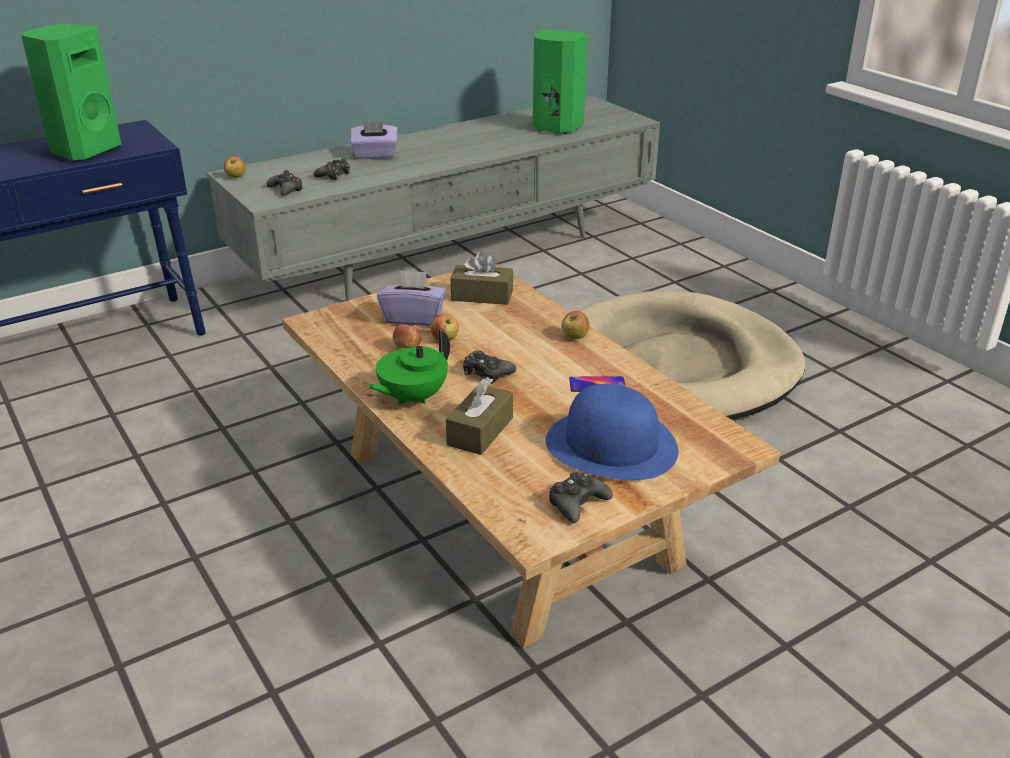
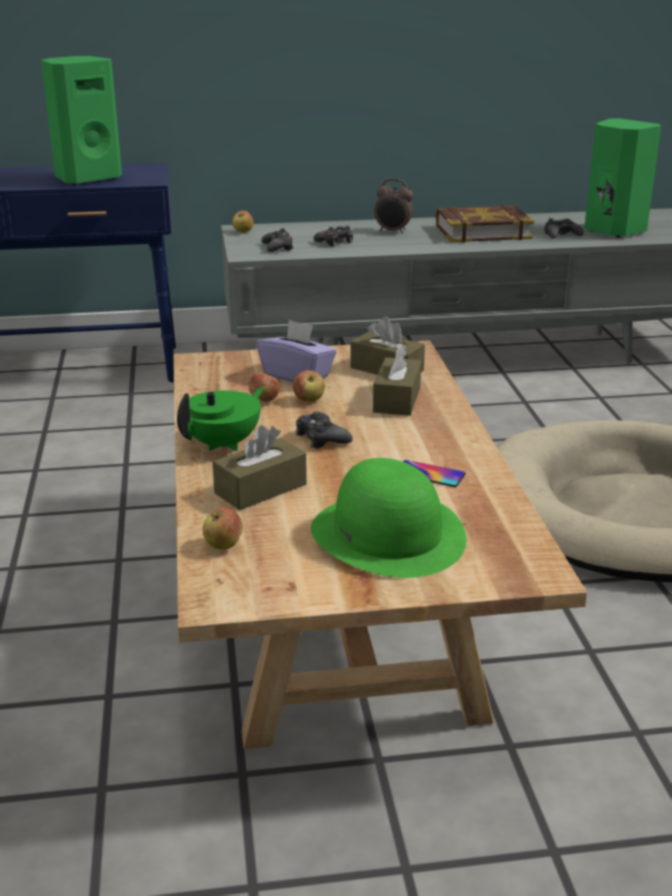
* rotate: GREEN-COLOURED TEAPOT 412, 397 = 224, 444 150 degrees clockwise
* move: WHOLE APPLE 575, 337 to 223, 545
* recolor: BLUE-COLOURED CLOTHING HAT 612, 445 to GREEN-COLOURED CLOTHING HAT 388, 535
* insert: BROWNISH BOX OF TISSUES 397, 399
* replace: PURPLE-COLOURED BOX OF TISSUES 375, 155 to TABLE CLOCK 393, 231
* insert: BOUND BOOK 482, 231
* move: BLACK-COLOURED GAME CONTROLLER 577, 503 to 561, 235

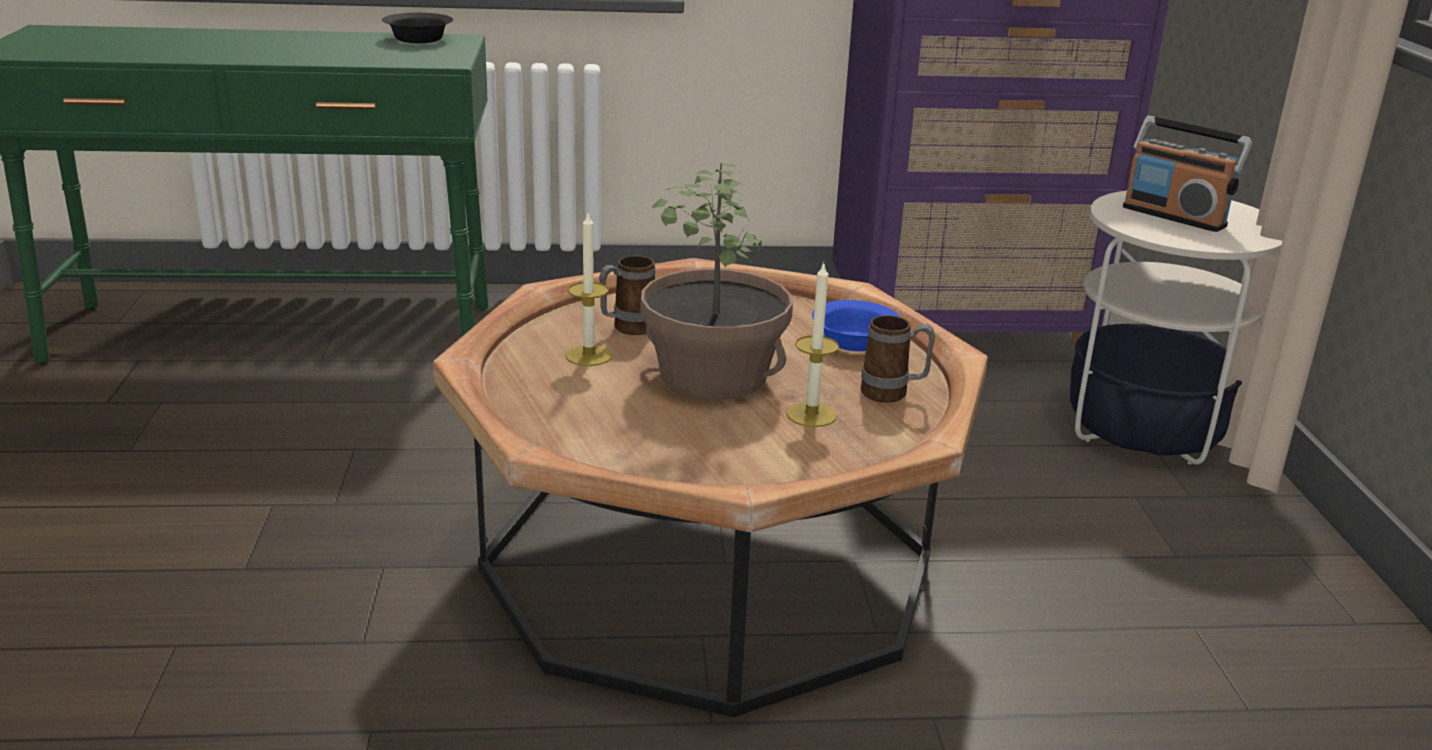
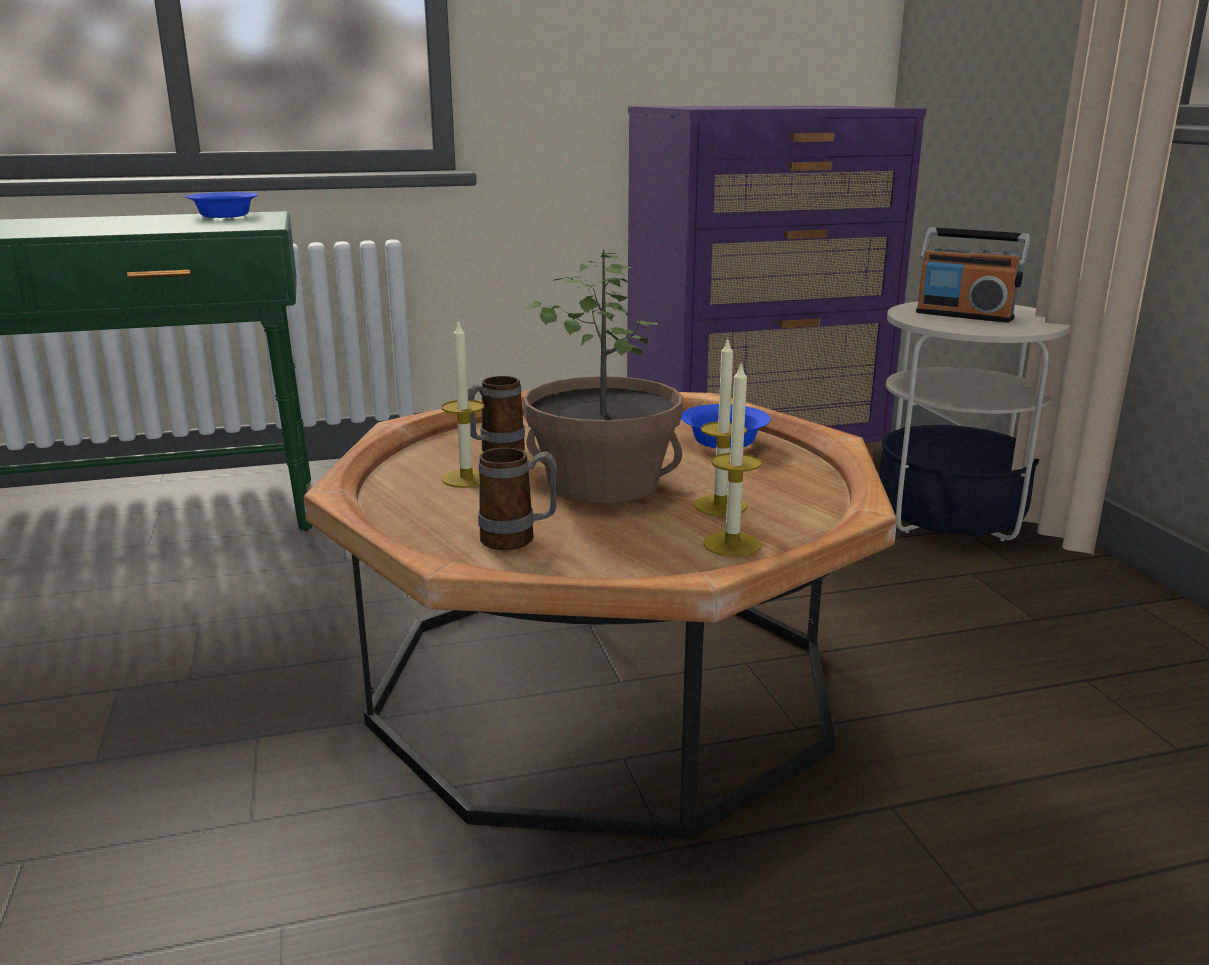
* recolor: BLACK-COLOURED DEEP DISH 420, 39 to BLUE-COLOURED DEEP DISH 226, 215
* move: TEA MUG 893, 394 to 518, 540
* insert: CANDLE 732, 544

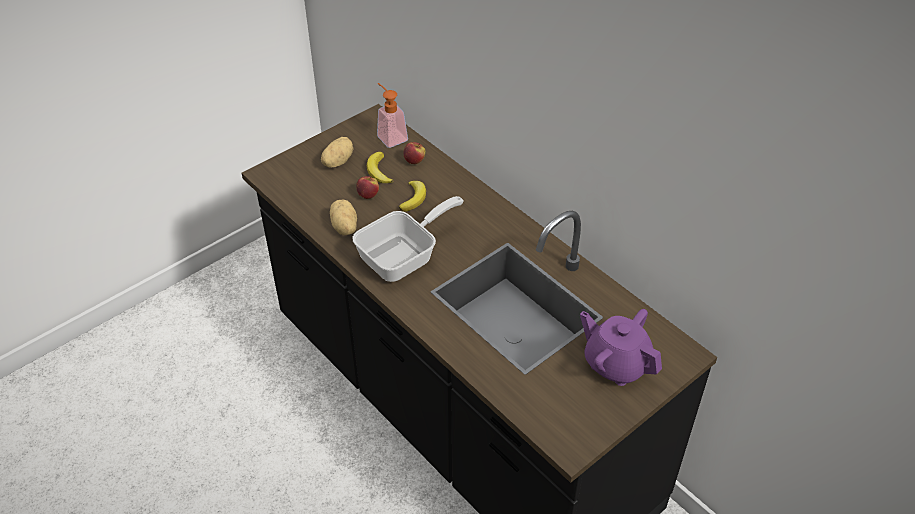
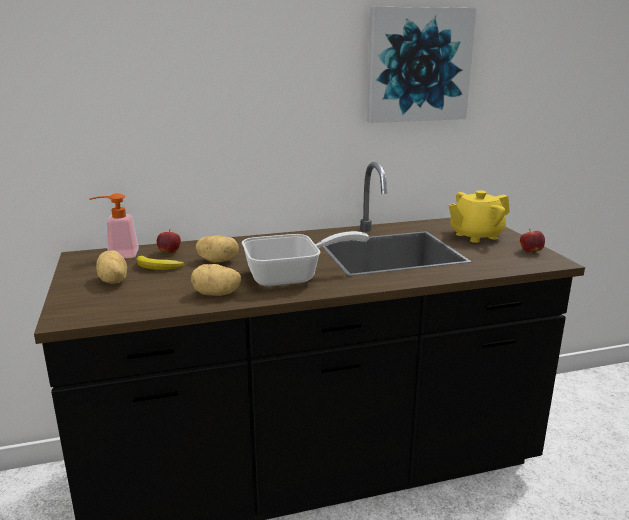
* replace: BANANA 413, 198 to SPUD 218, 260
* rotate: PAN 404, 257 = 292, 277 90 degrees clockwise
* insert: PICTURE 418, 65
* recolor: PURPLE-COLOURED TEAPOT 616, 364 to YELLOWISH TEAPOT 475, 236
* move: WHOLE APPLE 368, 195 to 530, 251

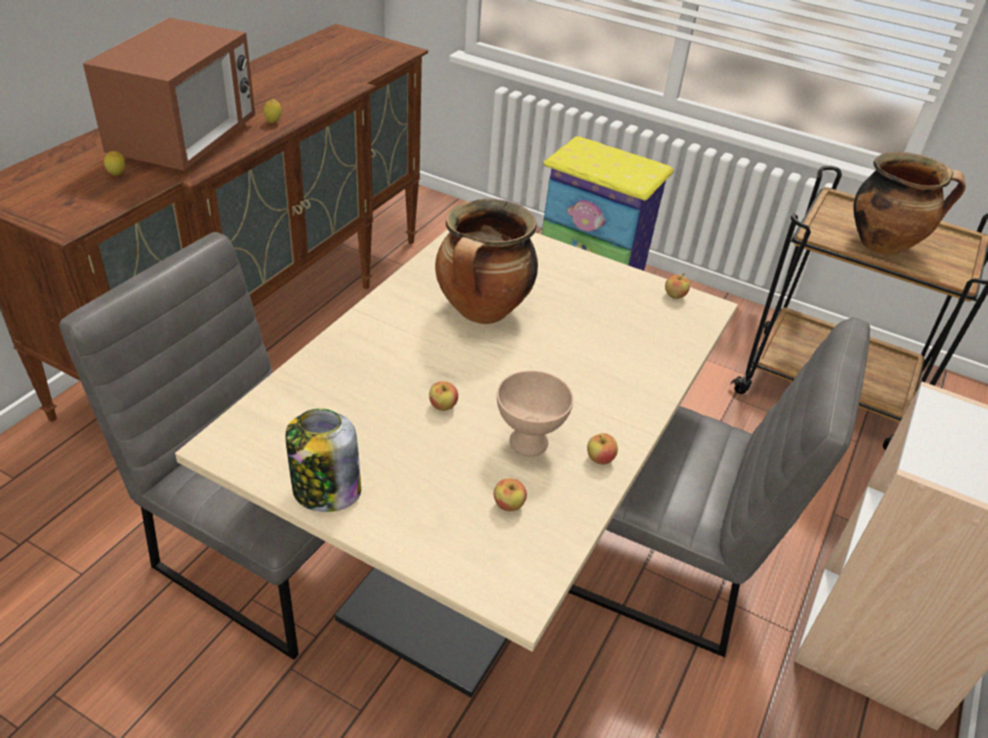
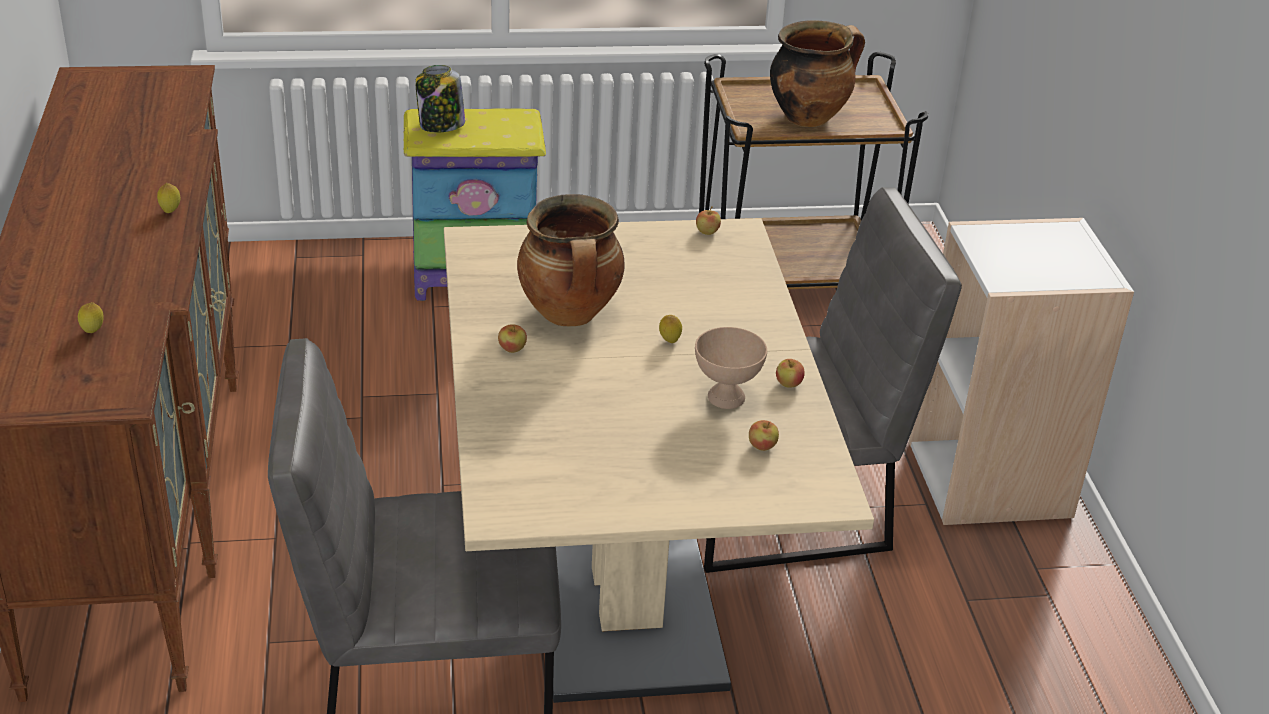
* move: PRESERVE JAR 325, 490 to 441, 125
* move: WHOLE APPLE 443, 406 to 512, 349
* insert: CITRUS FRUIT 669, 341
* delete: MICROWAVE OVEN 185, 141

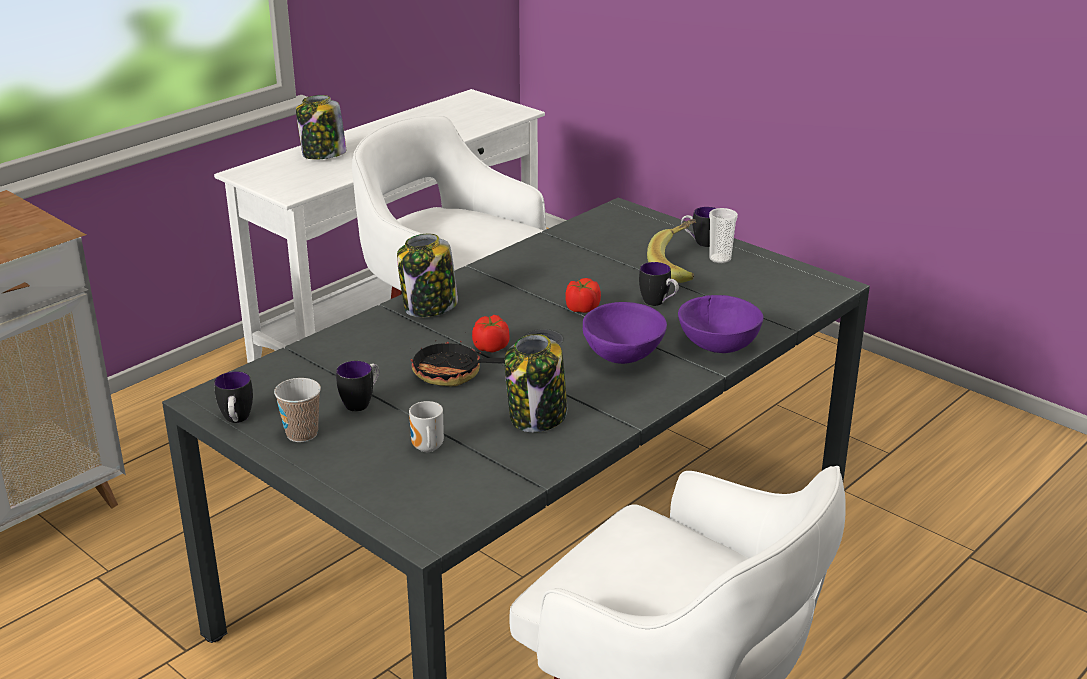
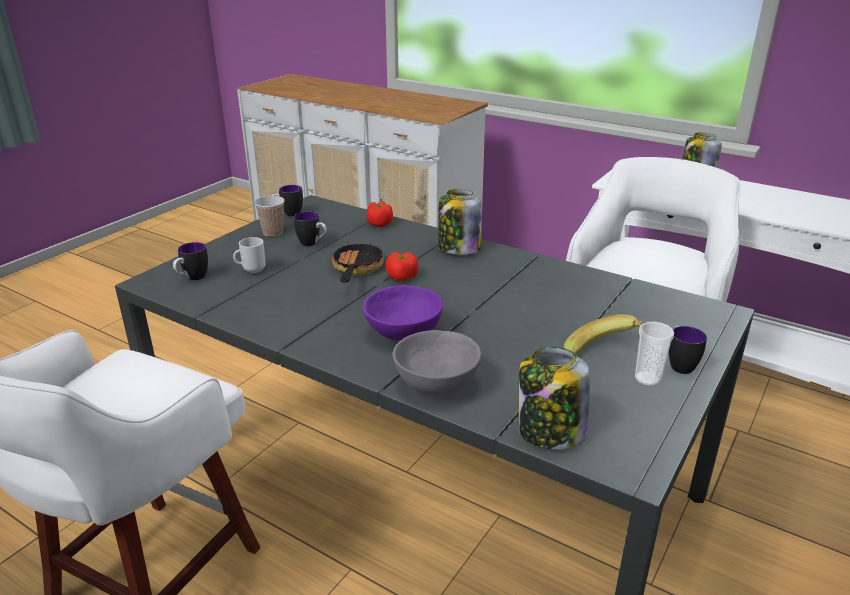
* move: TEA MUG 658, 303 to 192, 278
* move: FRESH TOMATO 582, 308 to 379, 224
* recolor: PURPLE-COLOURED DEEP DISH 717, 348 to GREYISH DEEP DISH 435, 385
* move: PRESERVE JAR 537, 417 to 550, 433

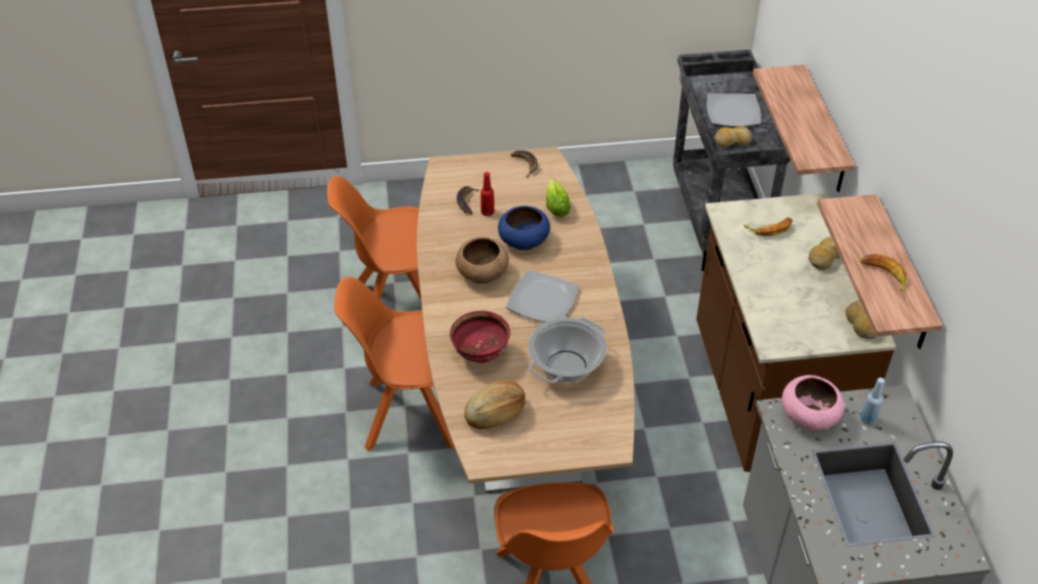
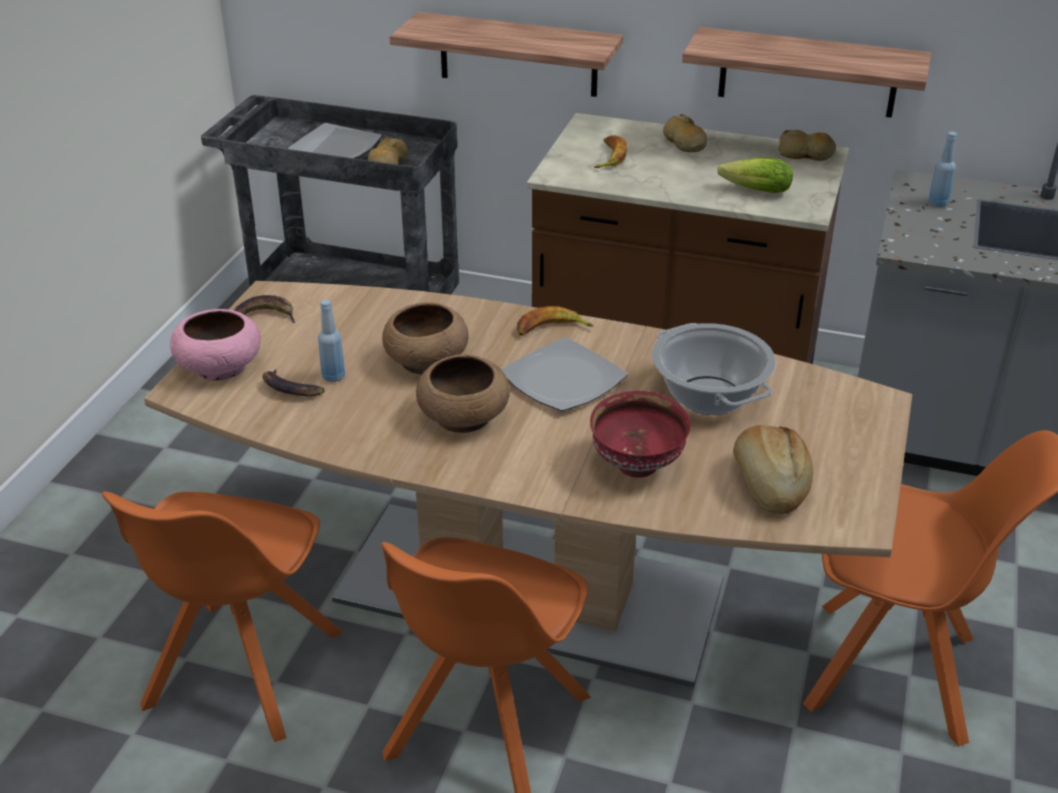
* move: PINK DEEP DISH 809, 415 to 219, 367
* recolor: REDDISH DRINK BOTTLE 487, 212 to BLUE-COLOURED DRINK BOTTLE 333, 377
* recolor: BLUE-COLOURED DEEP DISH 523, 240 to BROWNISH DEEP DISH 426, 362
* move: BANANA 884, 275 to 551, 329
* move: LETTUCE 556, 205 to 752, 190

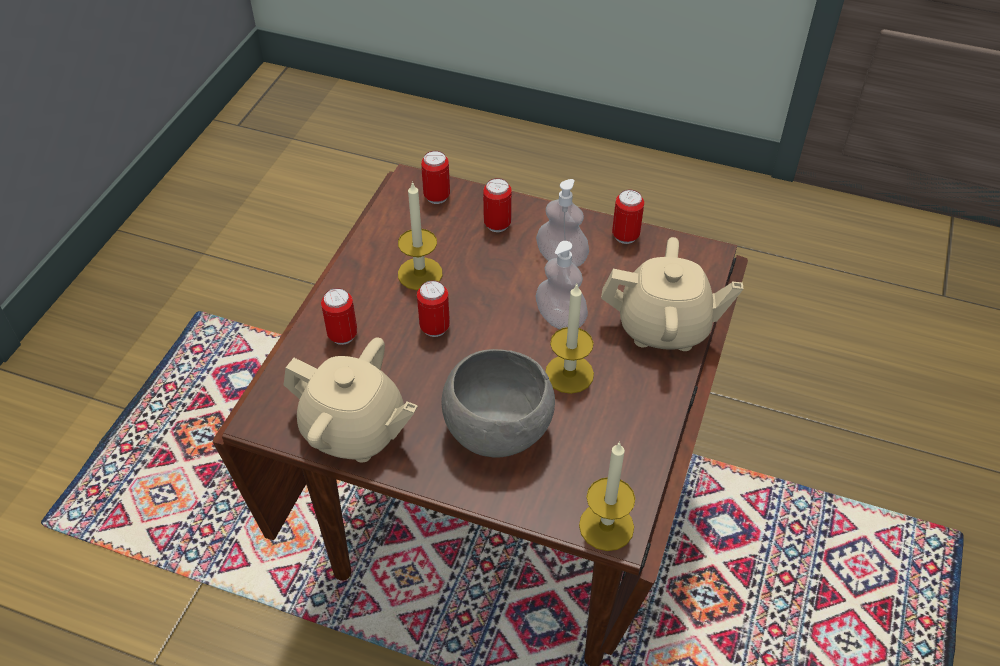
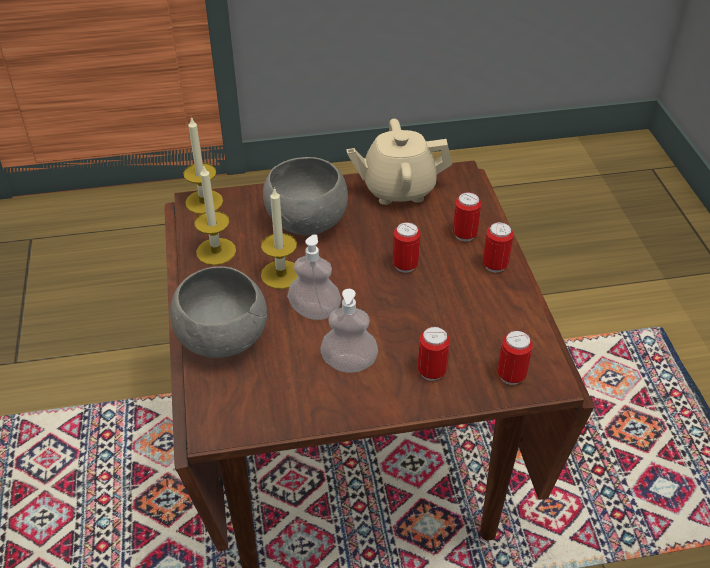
* replace: SAND-COLOURED TEAPOT 664, 327 to GREYISH DEEP DISH 224, 339
* move: CANDLE 420, 273 to 216, 251
* move: SEALED CAN 625, 236 to 495, 265

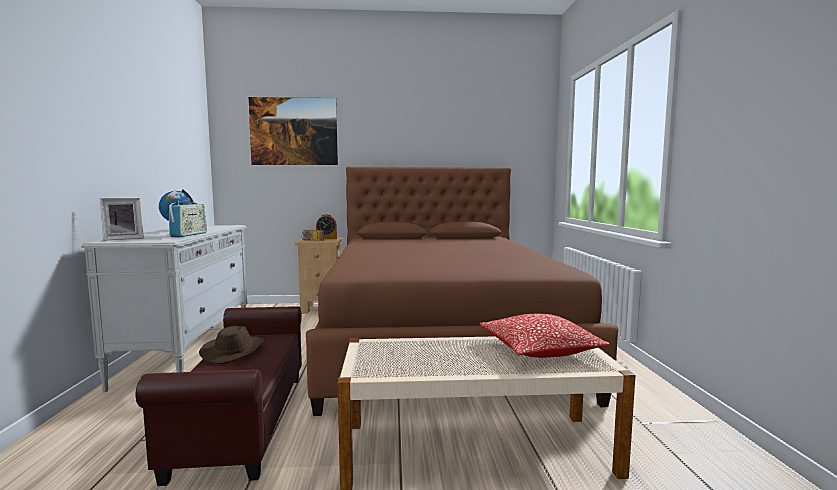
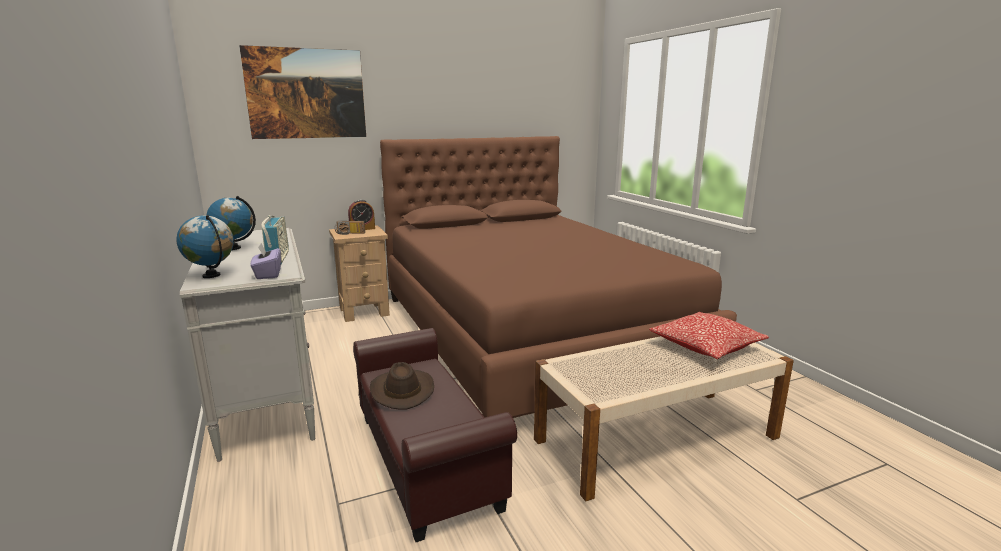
* replace: STANDING FRAME 123, 239 to DESK GLOBE 212, 275
* insert: PURPLE-COLOURED BOX OF TISSUES 268, 274

